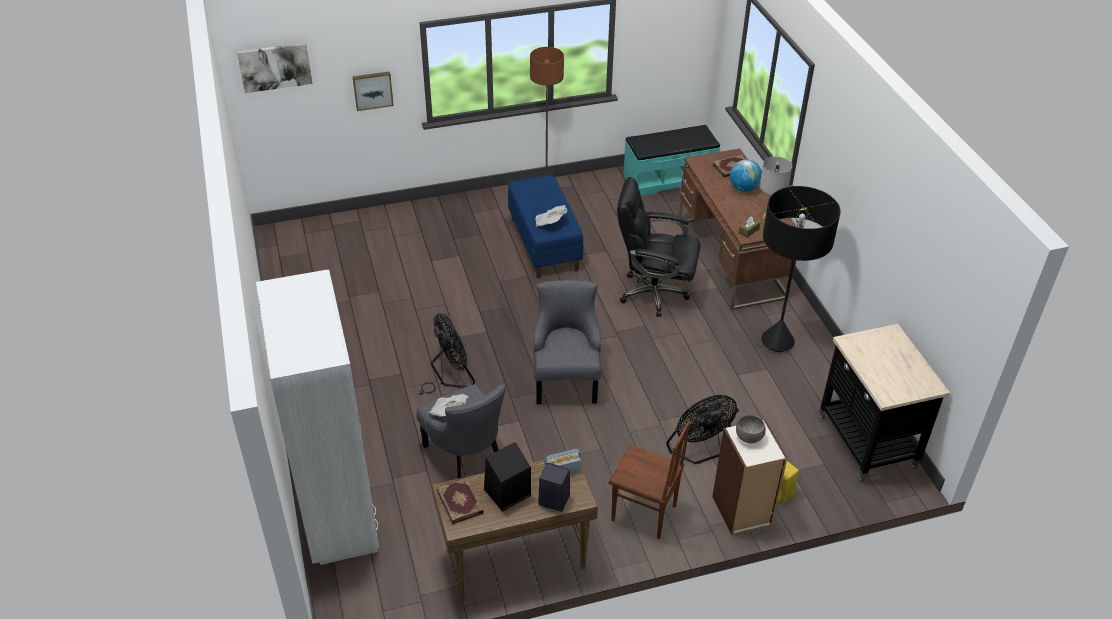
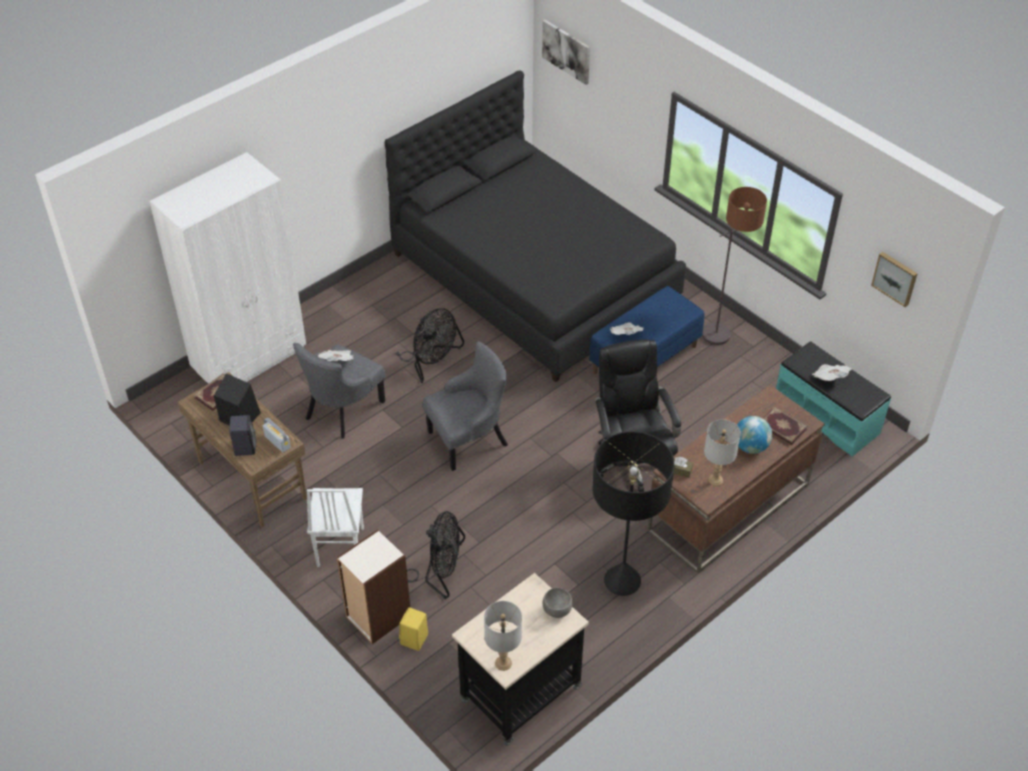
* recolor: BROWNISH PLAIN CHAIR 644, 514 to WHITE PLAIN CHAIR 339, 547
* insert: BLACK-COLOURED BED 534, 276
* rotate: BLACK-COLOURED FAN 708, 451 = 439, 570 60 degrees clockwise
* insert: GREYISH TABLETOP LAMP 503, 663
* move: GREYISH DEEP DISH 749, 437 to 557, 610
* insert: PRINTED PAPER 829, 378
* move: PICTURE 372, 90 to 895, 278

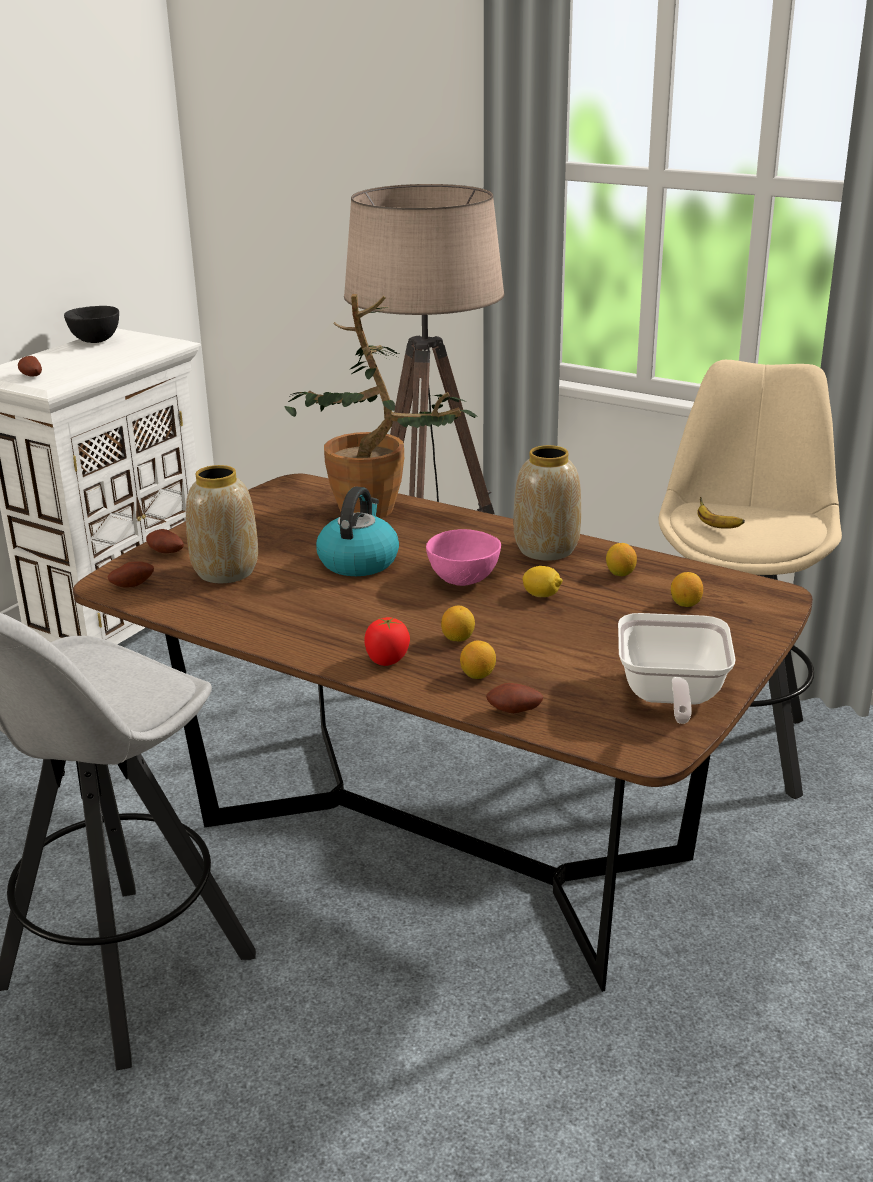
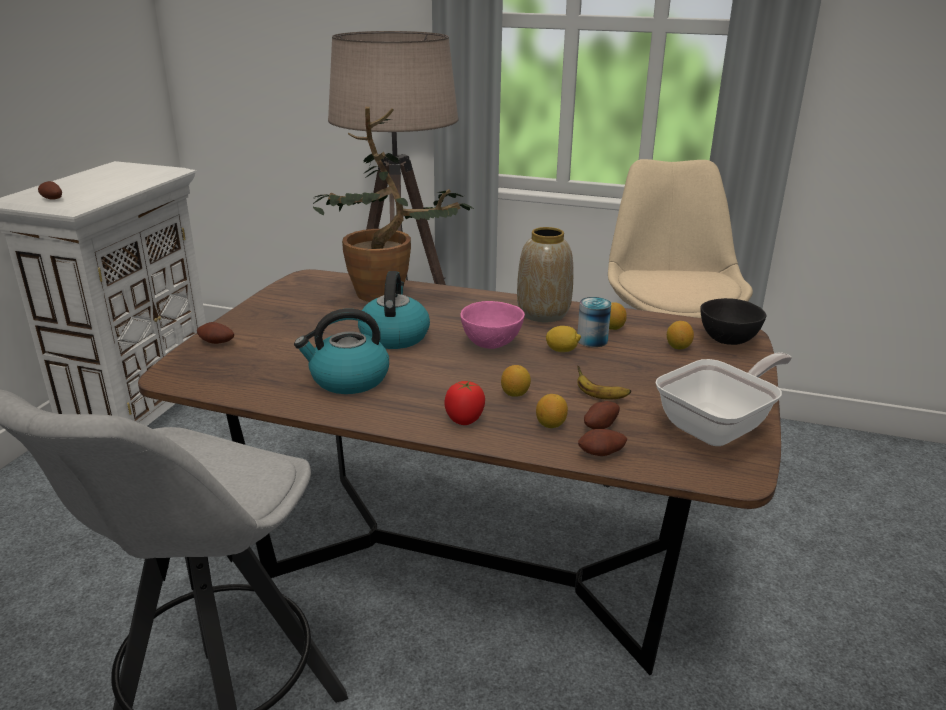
* insert: WATER KETTLE 348, 379
* insert: SEALED CAN 592, 340
* move: BANANA 716, 526 to 599, 396
* move: SPUD 132, 585 to 599, 425
* rotate: PAN 670, 698 = 720, 426 120 degrees counterclockwise
* move: BLACK-COLOURED DEEP DISH 95, 341 to 728, 341
* delete: FLOWER VASE 225, 572

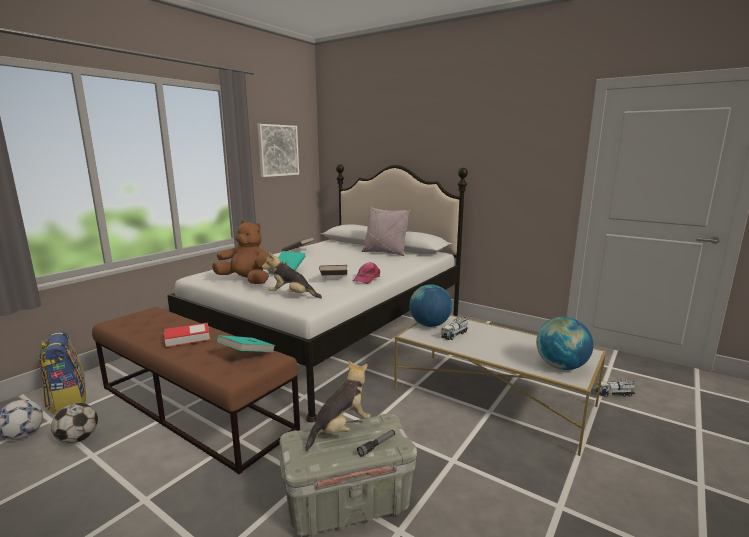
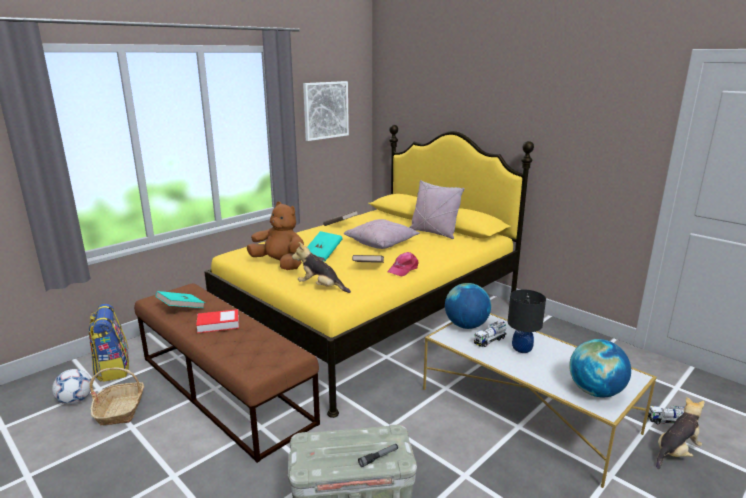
* replace: BALL FOR FOOTBALL 78, 439 to BASKET 121, 410
* move: BLUE-GREEN BOUND BOOK 247, 354 to 181, 308
* recolor: WHITE BED 333, 334 to YELLOWISH BED 371, 319
* insert: PURPLE-COLOURED PILLOW 381, 243
* insert: BLACK-COLOURED TABLETOP LAMP 520, 349
* move: PLUSH TOY 341, 429 to 675, 452

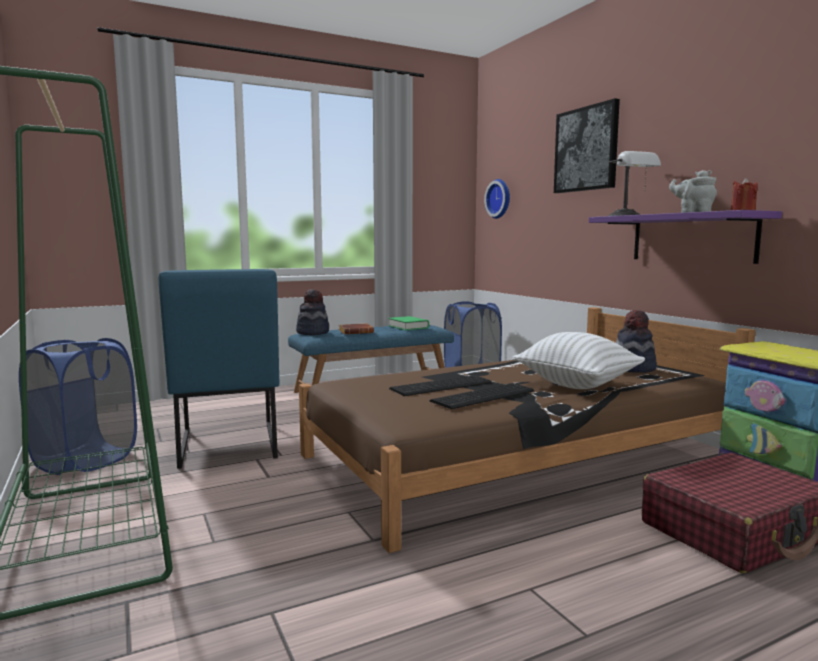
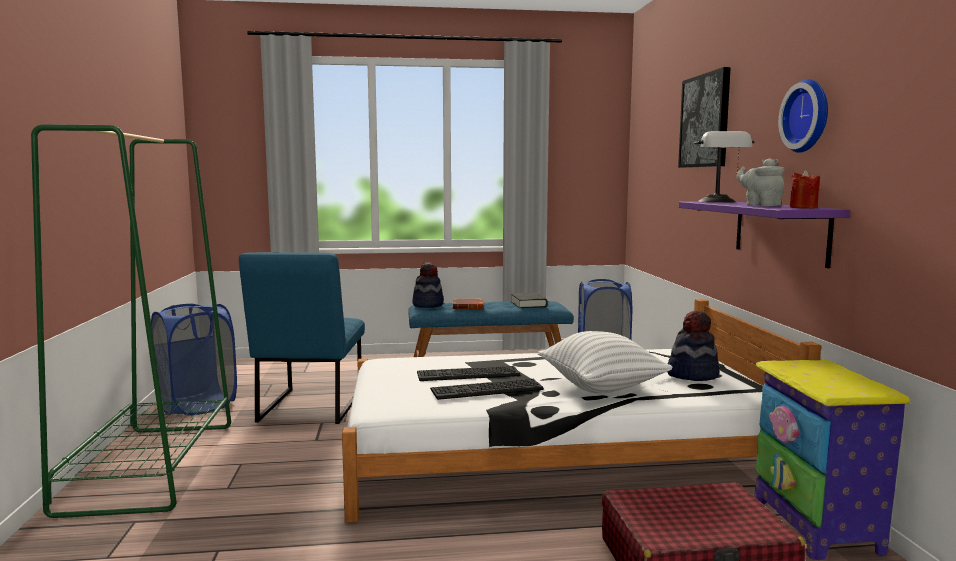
* recolor: BROWNISH BED 519, 457 to WHITE BED 556, 454
* recolor: GREEN-COLOURED BOUND BOOK 408, 327 to BLACK-COLOURED BOUND BOOK 528, 304
* move: CLOCK ON THE WALL 500, 199 to 809, 116

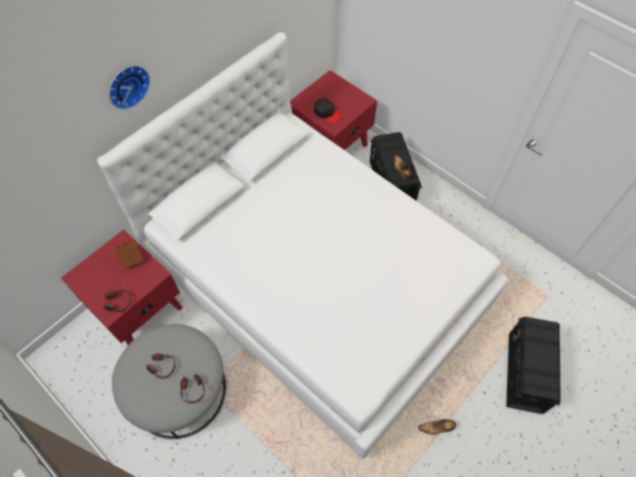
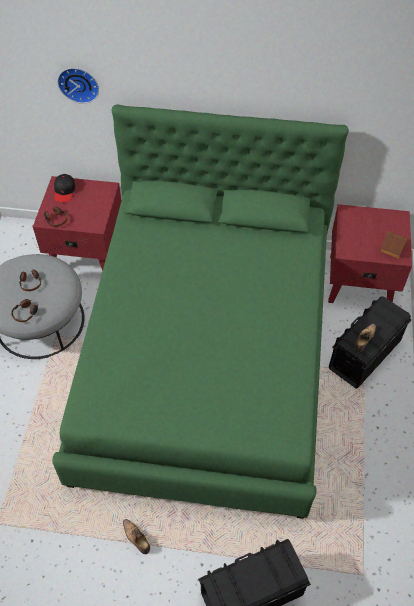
* recolor: WHITE BED 317, 282 to GREEN-COLOURED BED 207, 357
* move: BLACK-COLOURED CAP 327, 113 to 64, 191
* move: CLOCK ON THE WALL 127, 85 to 79, 83
* move: MODEL HOUSE 132, 256 to 393, 248

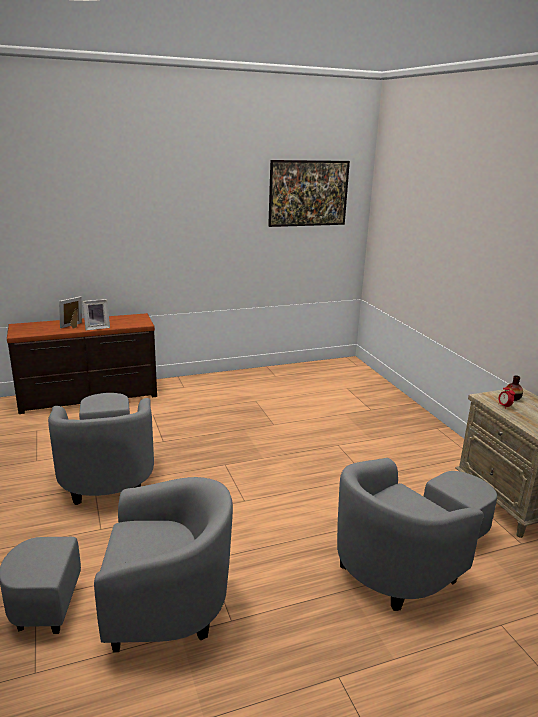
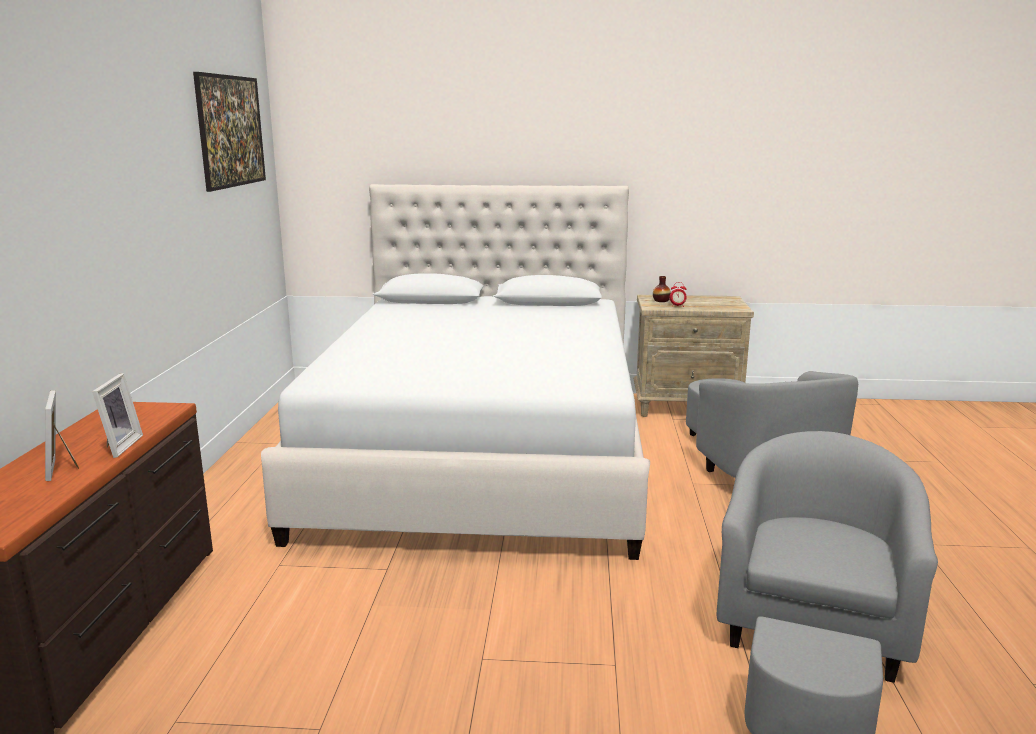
* insert: WHITE BED 482, 454
* delete: GREYISH EASY CHAIR 107, 471

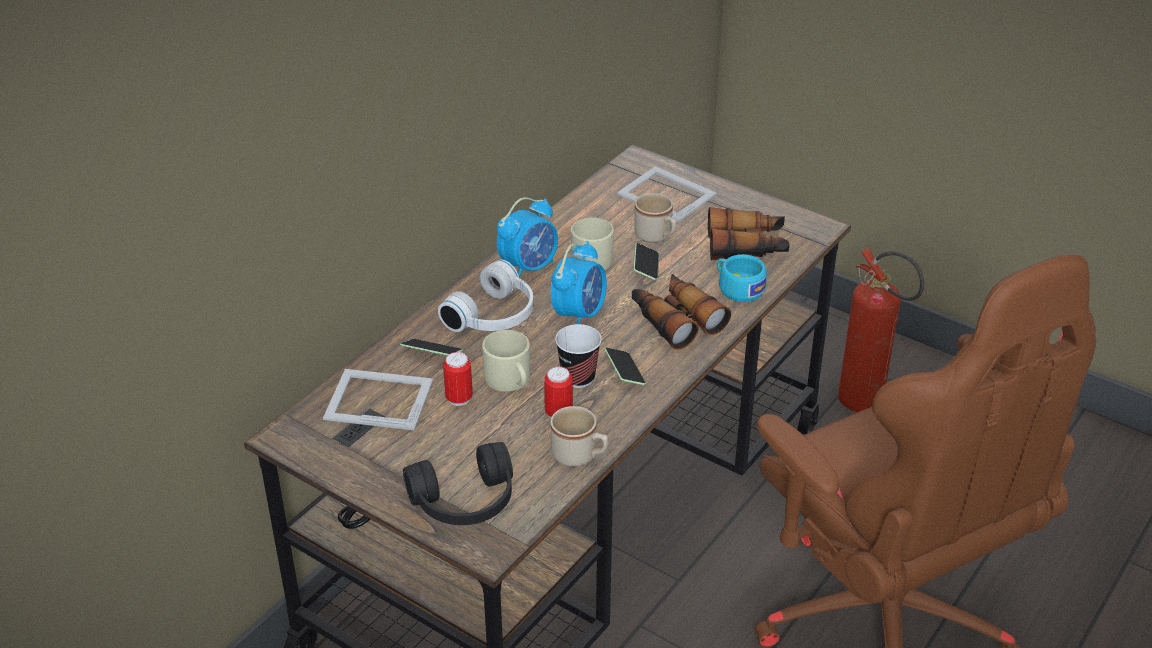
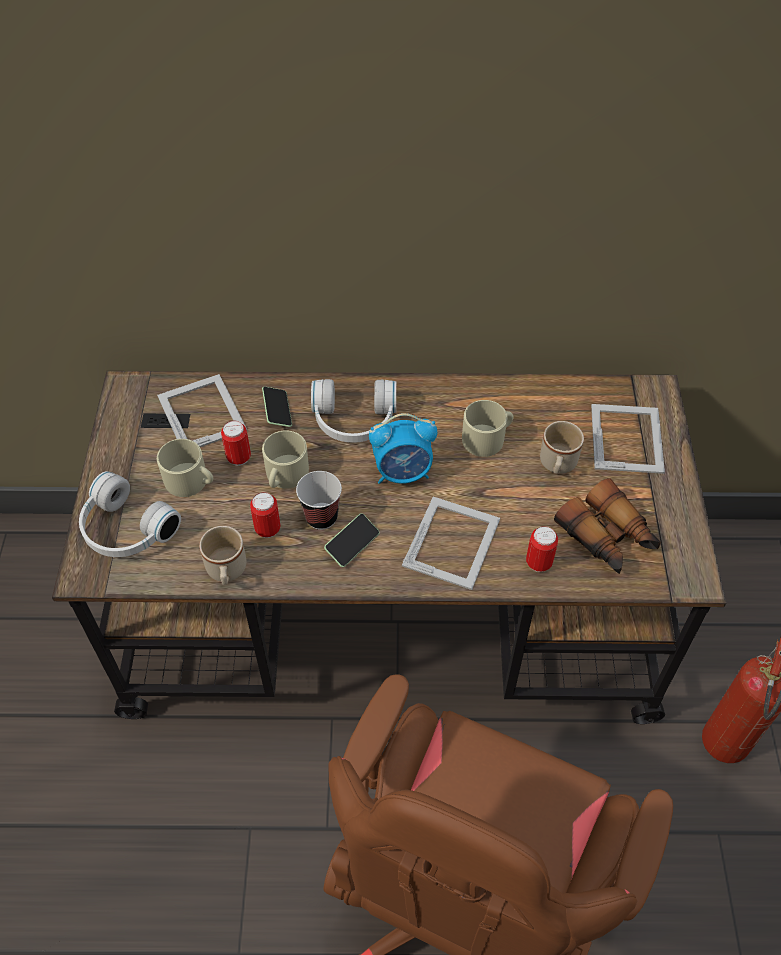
* recolor: BLACK-COLOURED HEADPHONES 466, 503 to WHITE HEADPHONES 125, 530
* insert: SAND-COLOURED TEA MUG 191, 481
* replace: FIELD GLASSES 675, 319 to STANDING FRAME 453, 541
* replace: BLUE-GREEN CUP 737, 288 to SEALED CAN 538, 563
* delete: TABLE CLOCK 529, 267
* delete: PHONE 646, 268

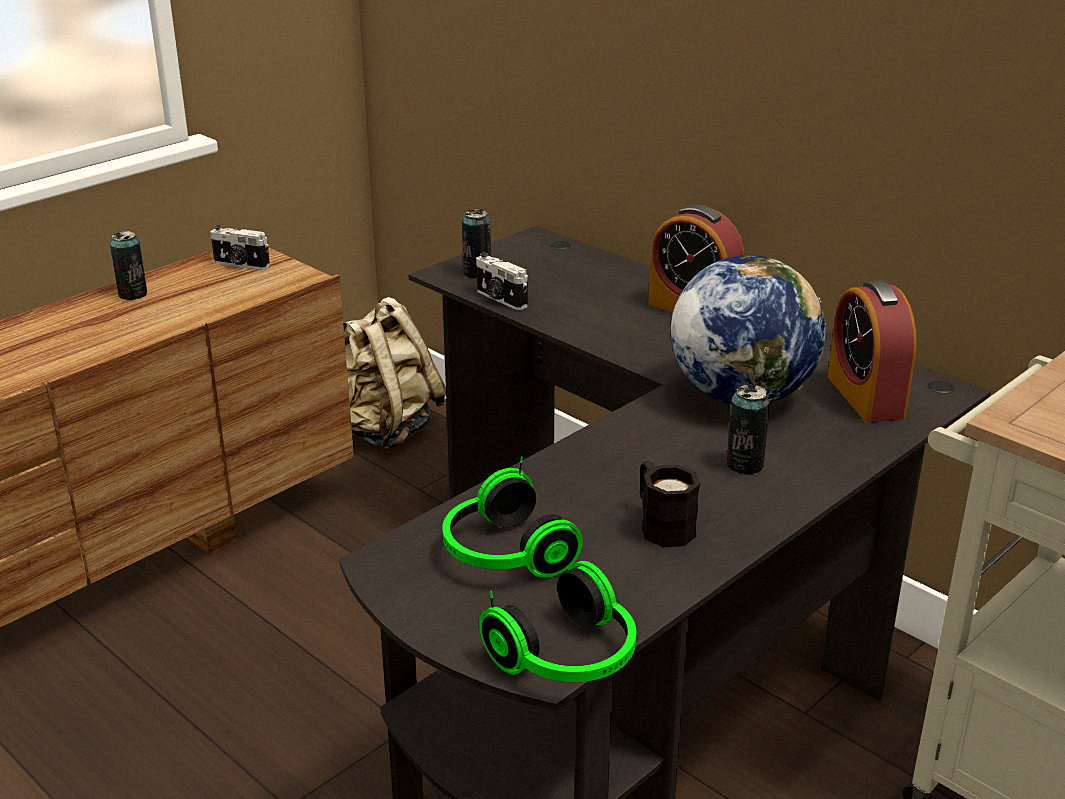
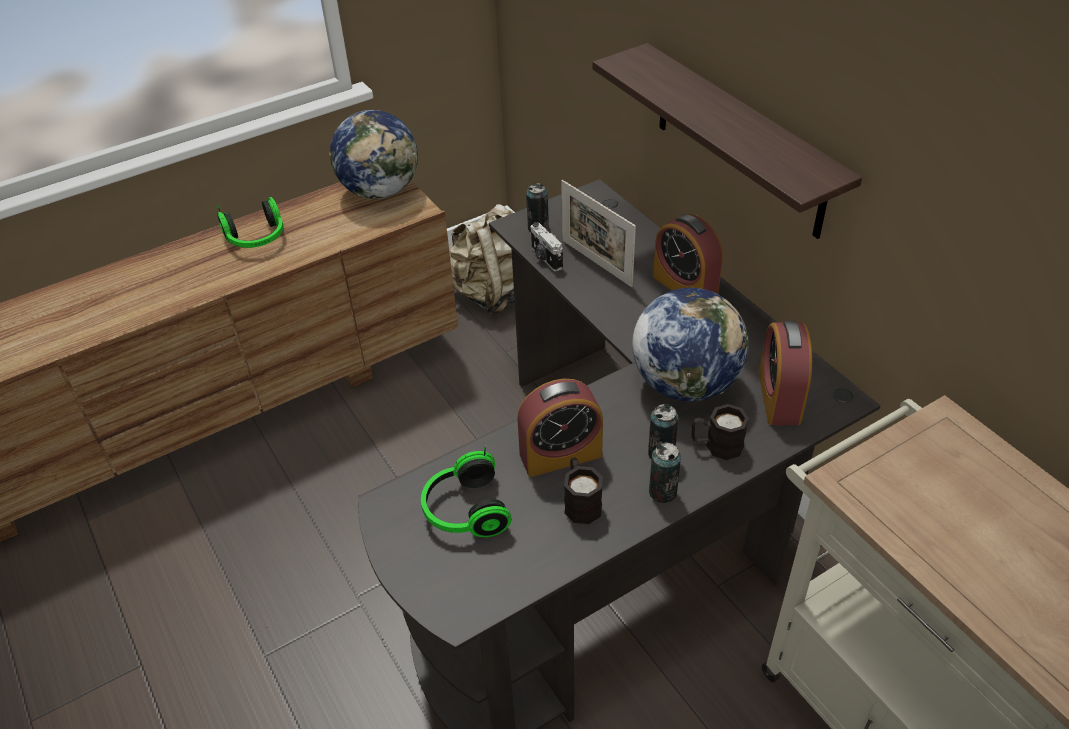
* move: HEADPHONES 569, 659 to 257, 239
* replace: STILL CAMERA 241, 265 to DESK GLOBE 380, 191
* insert: TABLE CLOCK 560, 455
* insert: STANDING FRAME 596, 262
* insert: SHELF 739, 141
* move: SEALED CAN 133, 294 to 662, 492
* insert: BLACK-COLOURED TEA MUG 716, 445

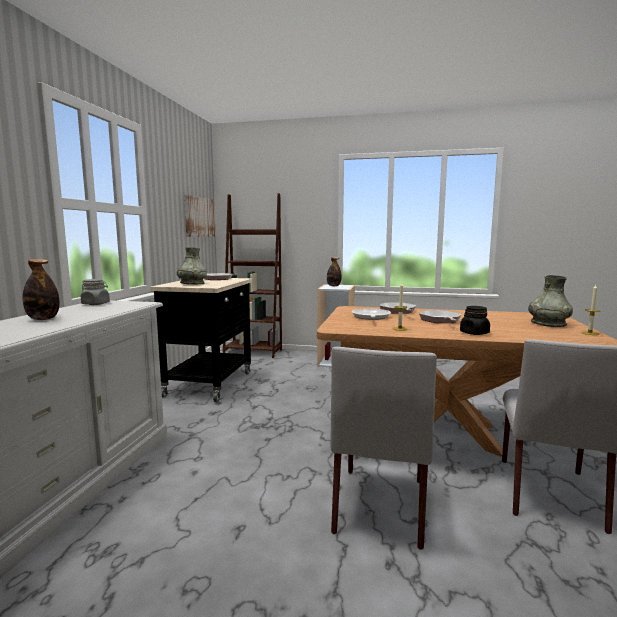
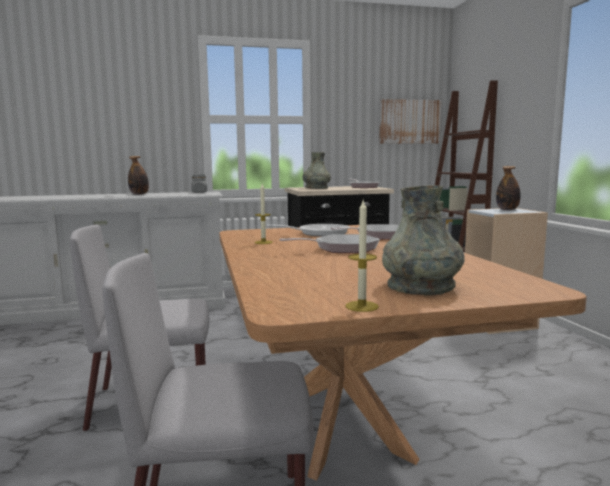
* delete: BLACK-COLOURED PRESERVE JAR 474, 333

